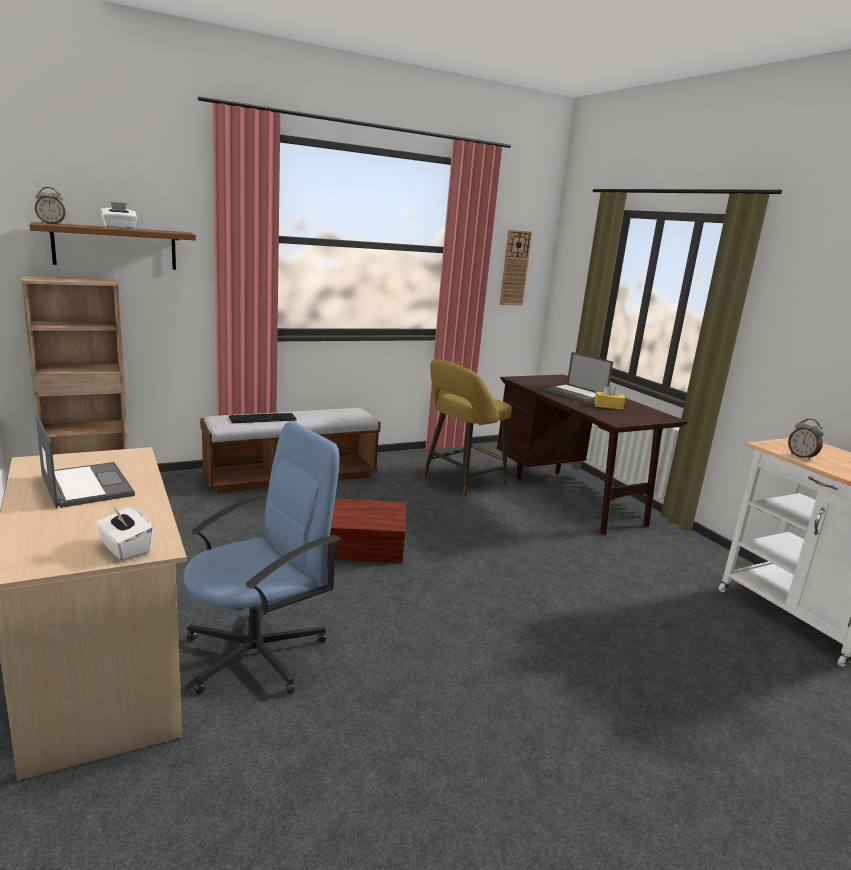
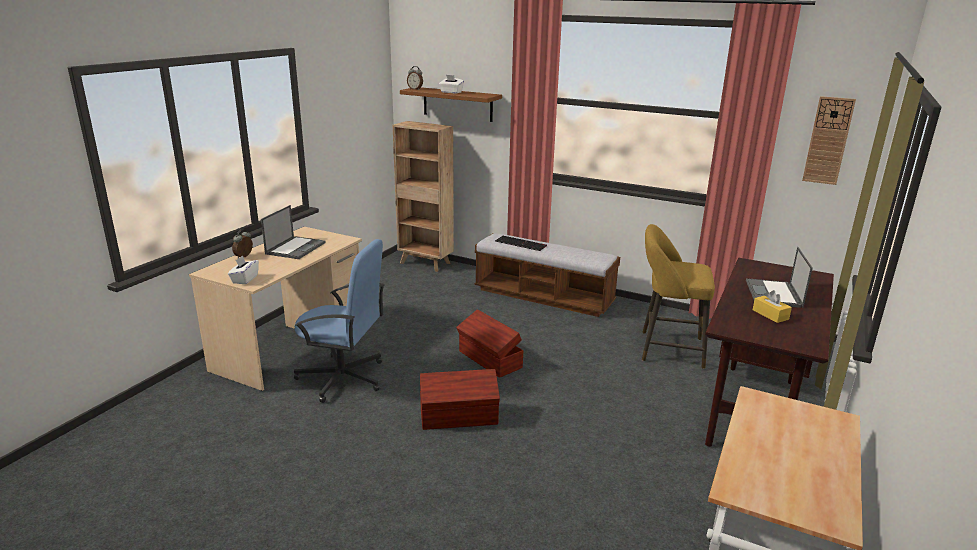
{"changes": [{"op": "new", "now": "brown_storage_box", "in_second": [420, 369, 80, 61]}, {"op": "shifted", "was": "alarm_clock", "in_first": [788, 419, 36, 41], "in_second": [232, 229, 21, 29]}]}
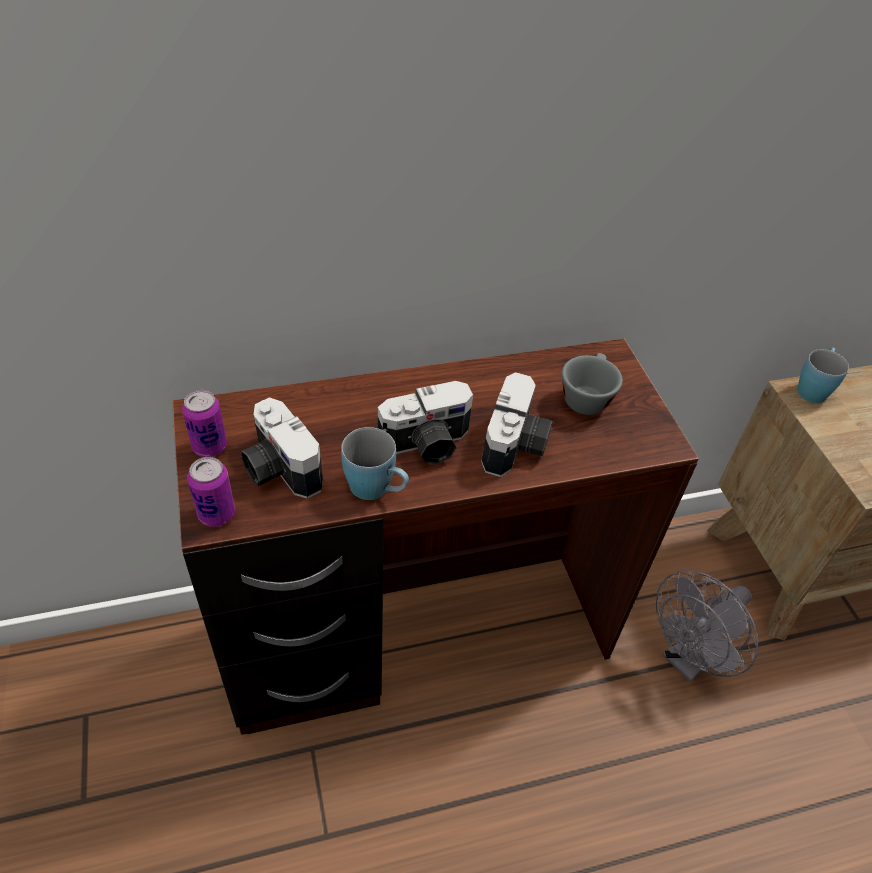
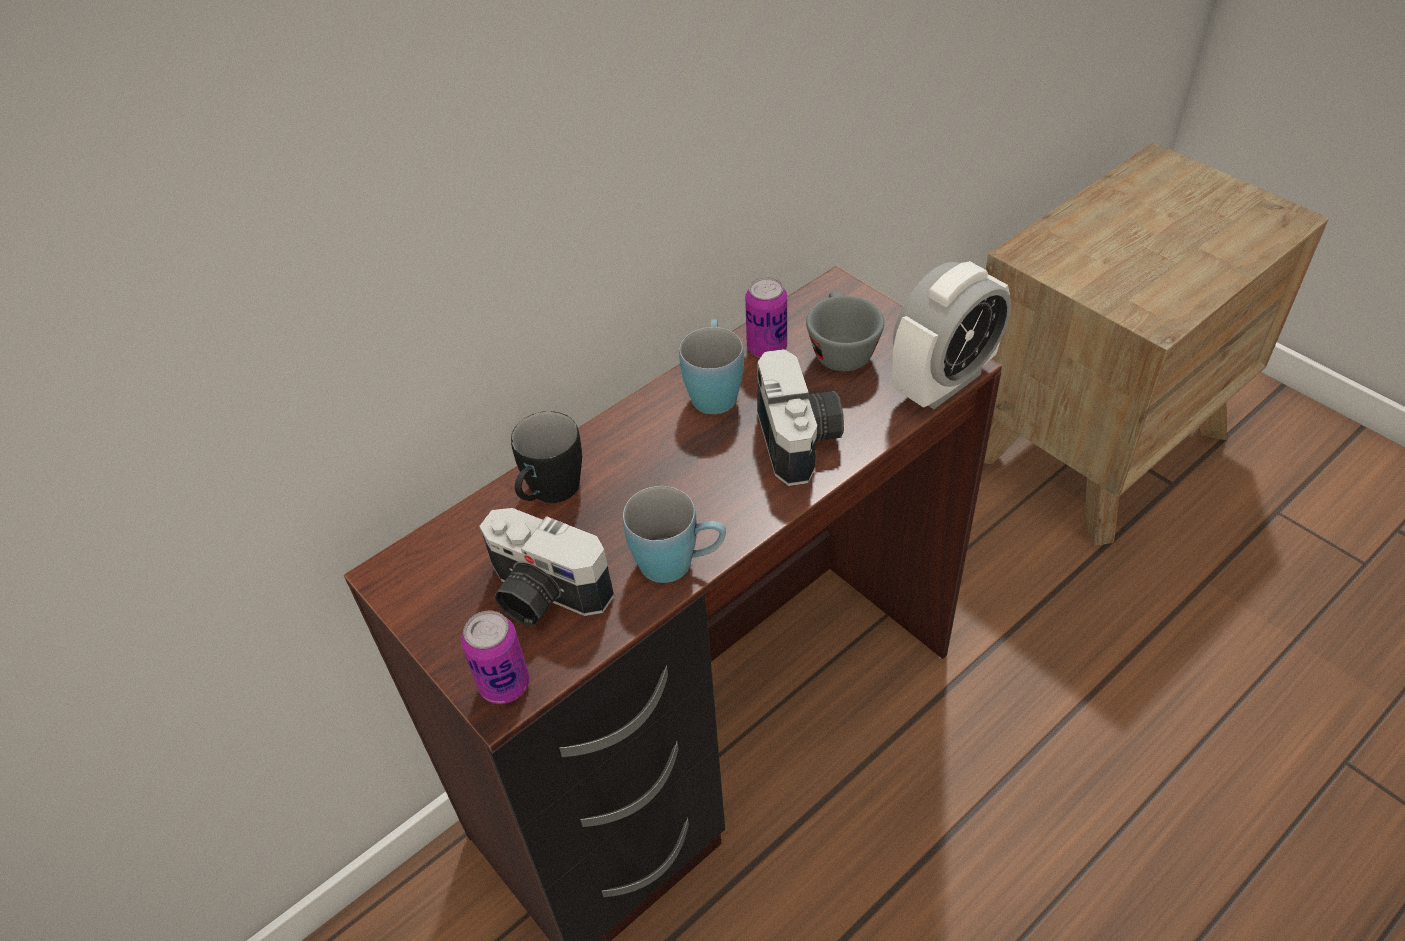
{"changes": [{"op": "gone", "was": "photo_camera", "in_first": [377, 381, 96, 83]}, {"op": "gone", "was": "grey_fan", "in_first": [656, 570, 102, 112]}, {"op": "new", "now": "black_mug", "in_second": [511, 411, 71, 92]}, {"op": "new", "now": "alarm_clock", "in_second": [893, 261, 118, 148]}, {"op": "shifted", "was": "can", "in_first": [182, 390, 45, 67], "in_second": [745, 277, 42, 81]}, {"op": "shifted", "was": "blue_mug", "in_first": [797, 347, 52, 56], "in_second": [679, 319, 65, 95]}]}
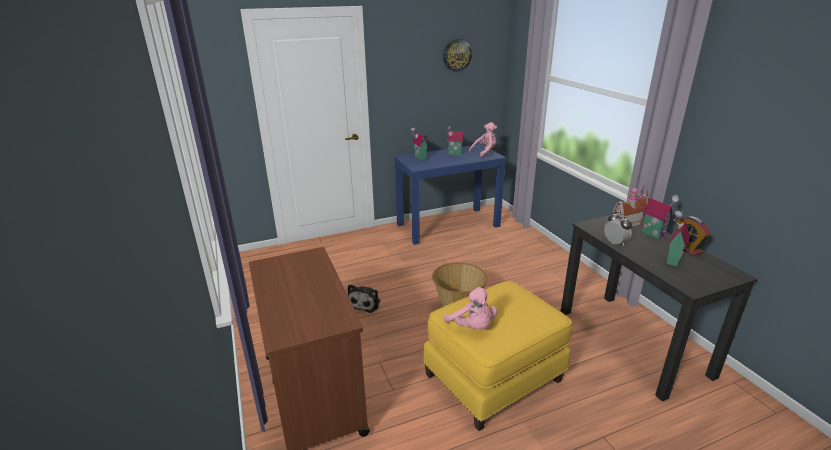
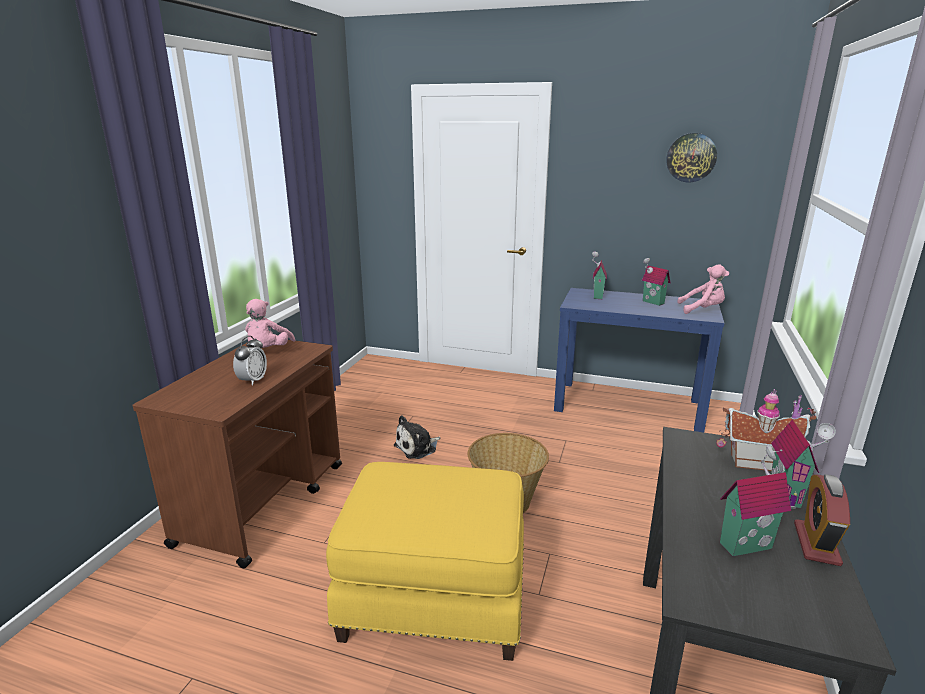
{"changes": [{"op": "shifted", "was": "pink_plush_toy", "in_first": [444, 287, 53, 43], "in_second": [245, 299, 51, 49]}, {"op": "shifted", "was": "alarm_clock", "in_first": [604, 212, 28, 33], "in_second": [233, 336, 34, 50]}]}
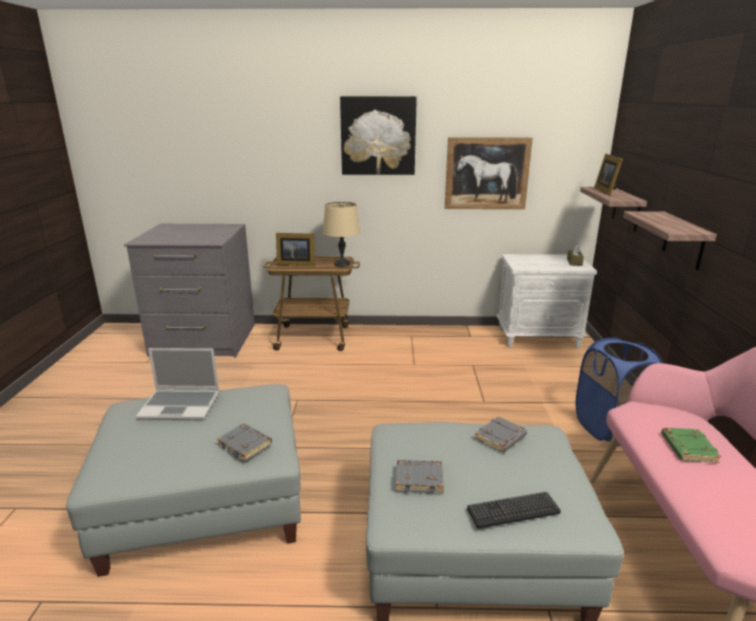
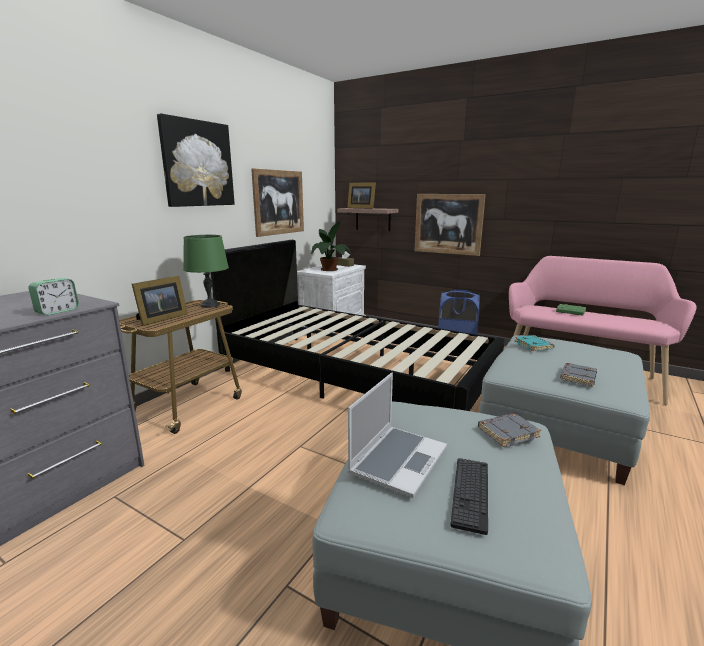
{"changes": [{"op": "new", "now": "alarm_clock", "in_second": [28, 278, 51, 37]}, {"op": "new", "now": "black_bed", "in_second": [211, 240, 294, 171]}, {"op": "new", "now": "potted_plant", "in_second": [311, 222, 41, 49]}, {"op": "shifted", "was": "keyboard", "in_first": [467, 492, 94, 37], "in_second": [450, 458, 38, 77]}, {"op": "swapped", "was": "shelf", "now": "picture", "in_first": [623, 211, 94, 59], "in_second": [415, 194, 71, 62]}, {"op": "repainted", "was": "beige_table_lamp", "now": "green_table_lamp", "in_first": [323, 202, 37, 65], "in_second": [183, 235, 46, 73]}, {"op": "repainted", "was": "grey_book", "now": "turquoise_book", "in_first": [475, 416, 52, 37], "in_second": [515, 335, 40, 16]}]}
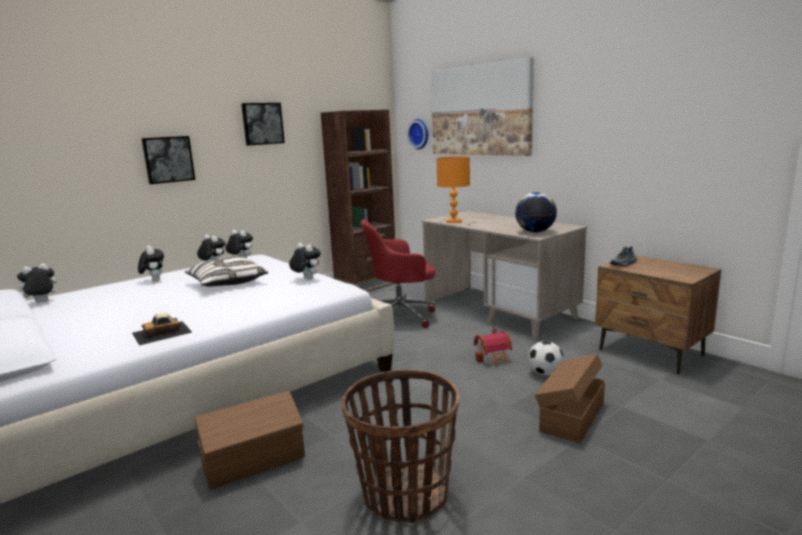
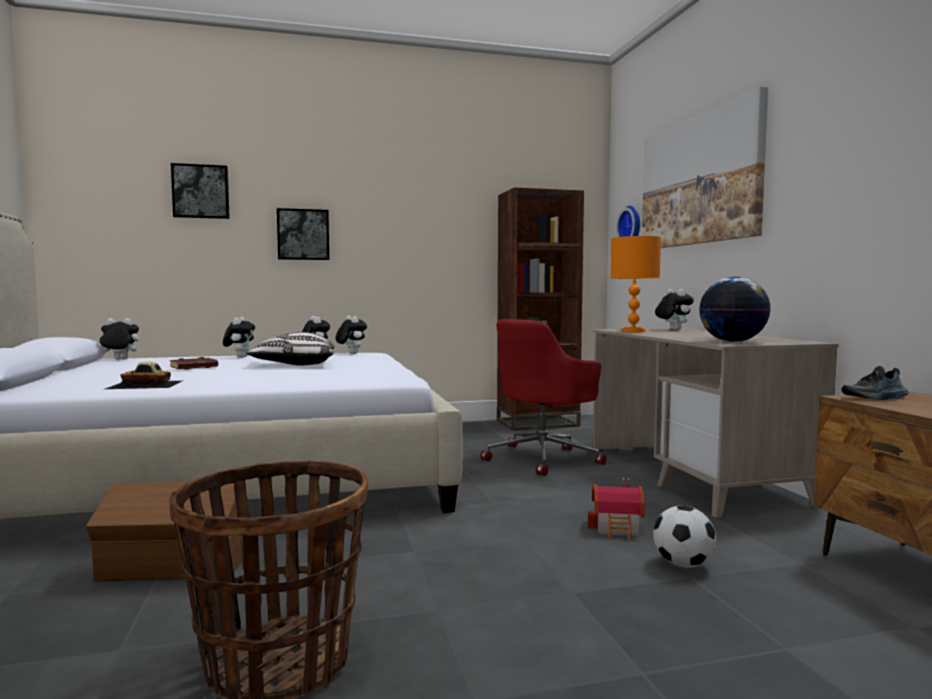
{"changes": [{"op": "gone", "was": "brown_storage_box", "in_first": [535, 354, 70, 89]}, {"op": "new", "now": "brown_book", "in_second": [170, 357, 48, 13]}, {"op": "shifted", "was": "picture", "in_first": [241, 103, 44, 42], "in_second": [171, 163, 59, 56]}, {"op": "shifted", "was": "plush_toy", "in_first": [289, 243, 32, 37], "in_second": [655, 289, 39, 41]}, {"op": "rotated", "was": "red_office_chair", "in_first": [361, 219, 74, 109], "in_second": [480, 319, 127, 157], "clockwise": -60}]}
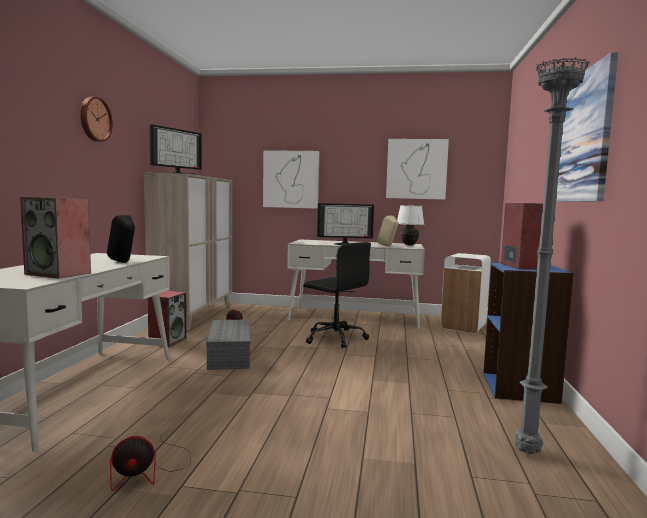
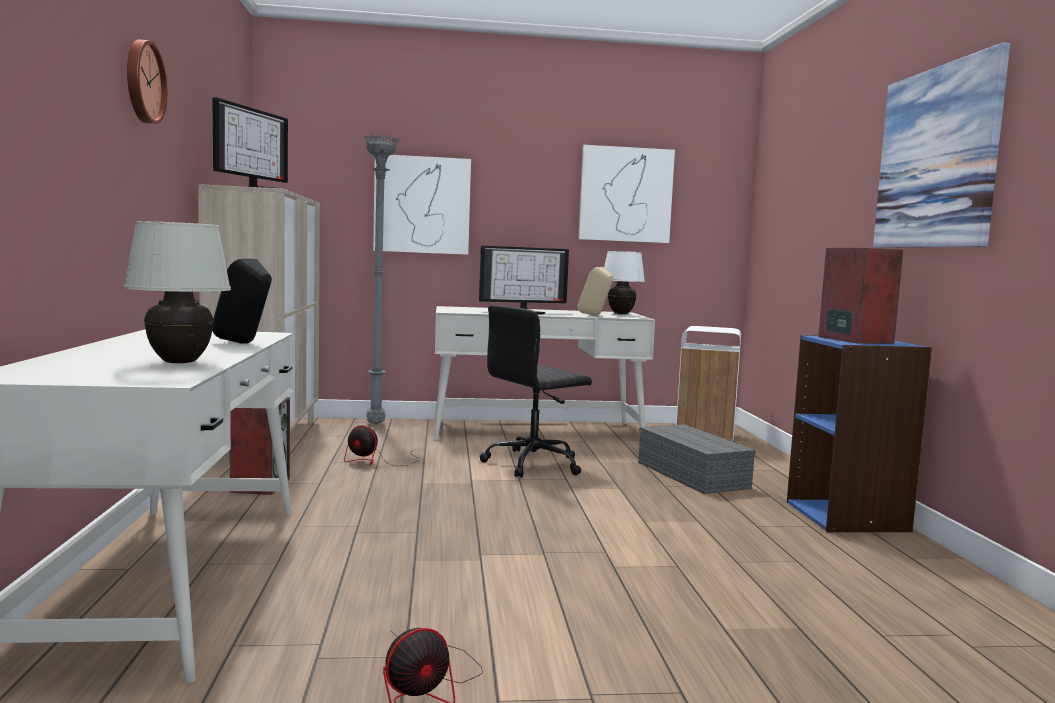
{"changes": [{"op": "shifted", "was": "grey_storage_box", "in_first": [206, 319, 44, 51], "in_second": [638, 424, 118, 70]}, {"op": "shifted", "was": "grey_floor_lamp", "in_first": [515, 57, 75, 397], "in_second": [364, 135, 35, 290]}, {"op": "swapped", "was": "speaker", "now": "white_table_lamp", "in_first": [20, 197, 71, 82], "in_second": [124, 221, 107, 142]}, {"op": "rotated", "was": "black_office_chair", "in_first": [303, 242, 68, 106], "in_second": [480, 305, 112, 173], "clockwise": 120}]}
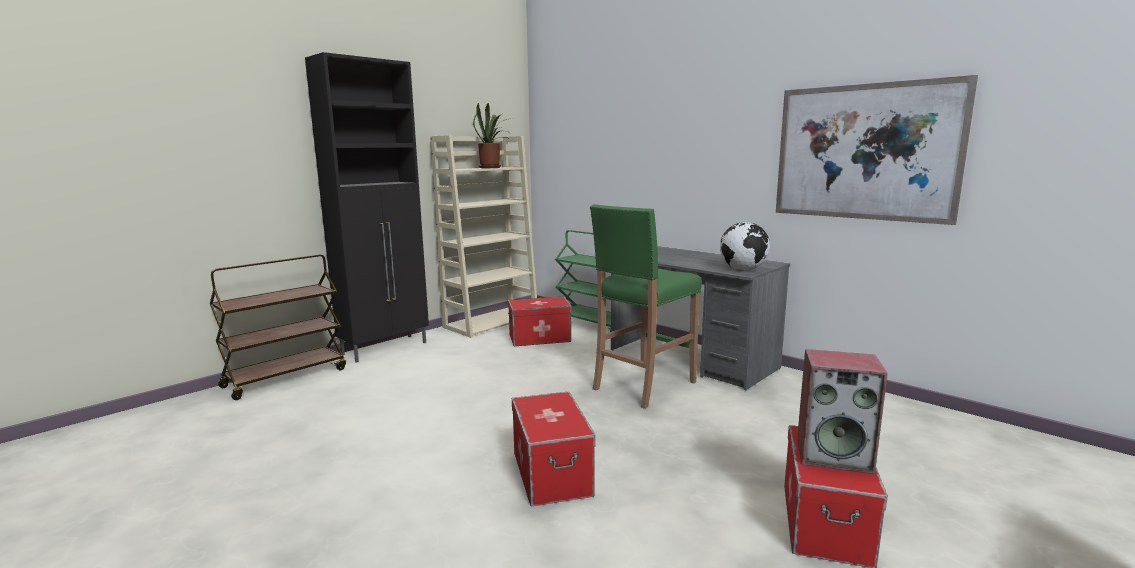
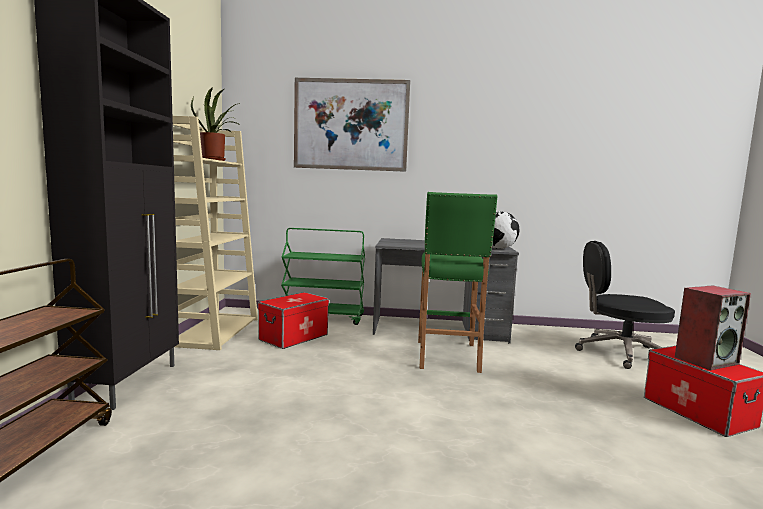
{"changes": [{"op": "gone", "was": "storage_box", "in_first": [512, 392, 84, 114]}, {"op": "new", "now": "black_office_chair", "in_second": [575, 241, 100, 128]}, {"op": "shifted", "was": "picture", "in_first": [776, 75, 202, 150], "in_second": [294, 78, 116, 94]}]}
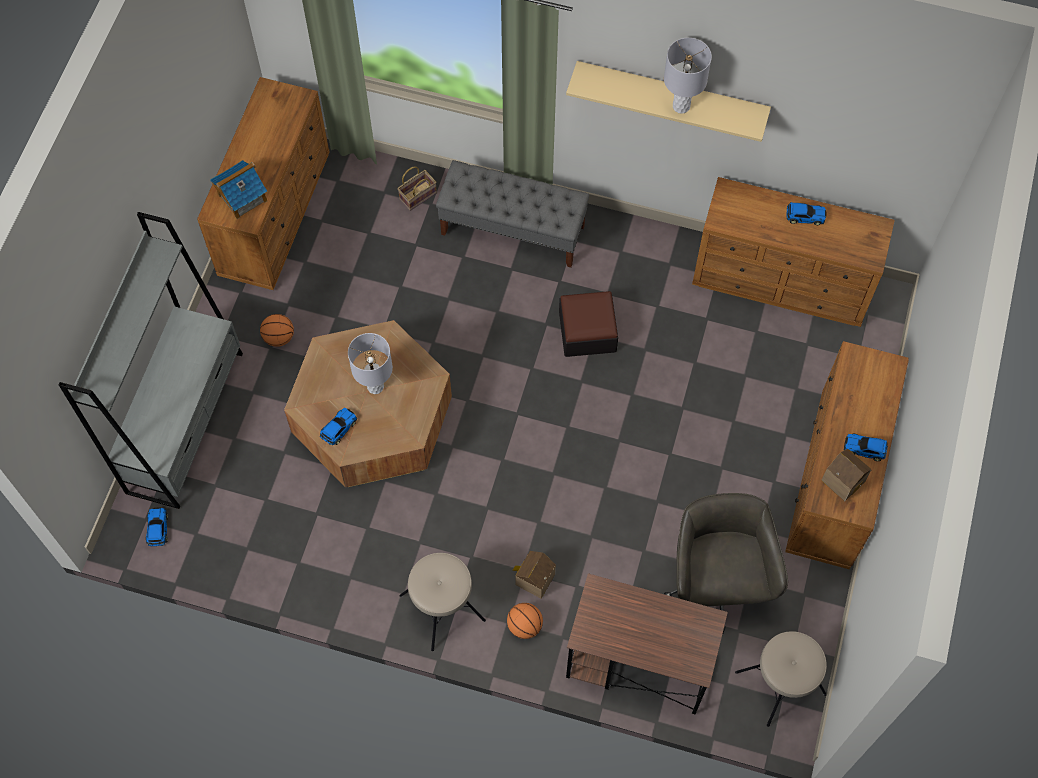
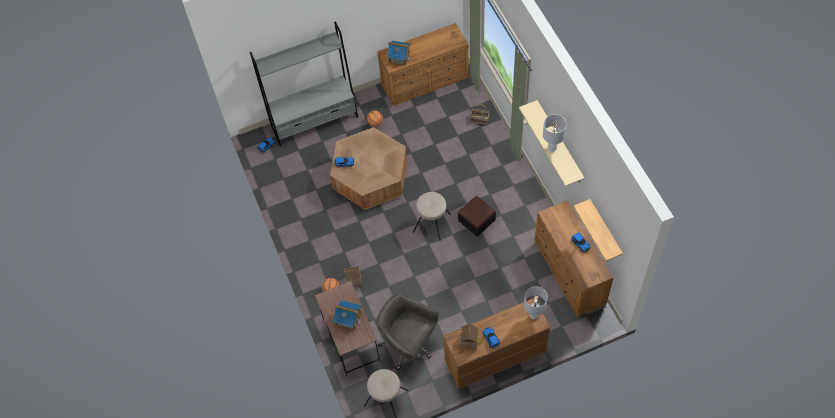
{"changes": [{"op": "gone", "was": "grey_bench", "in_first": [436, 160, 153, 108]}, {"op": "new", "now": "toy_house", "in_second": [333, 300, 29, 30]}, {"op": "new", "now": "shelf", "in_second": [573, 199, 50, 62]}, {"op": "shifted", "was": "grey_table_lamp", "in_first": [348, 333, 45, 61], "in_second": [524, 286, 24, 33]}, {"op": "shifted", "was": "beige_stool", "in_first": [399, 553, 87, 98], "in_second": [413, 192, 38, 49]}, {"op": "rotated", "was": "grey_office_chair", "in_first": [664, 493, 124, 140], "in_second": [376, 294, 62, 76], "clockwise": -105}]}
